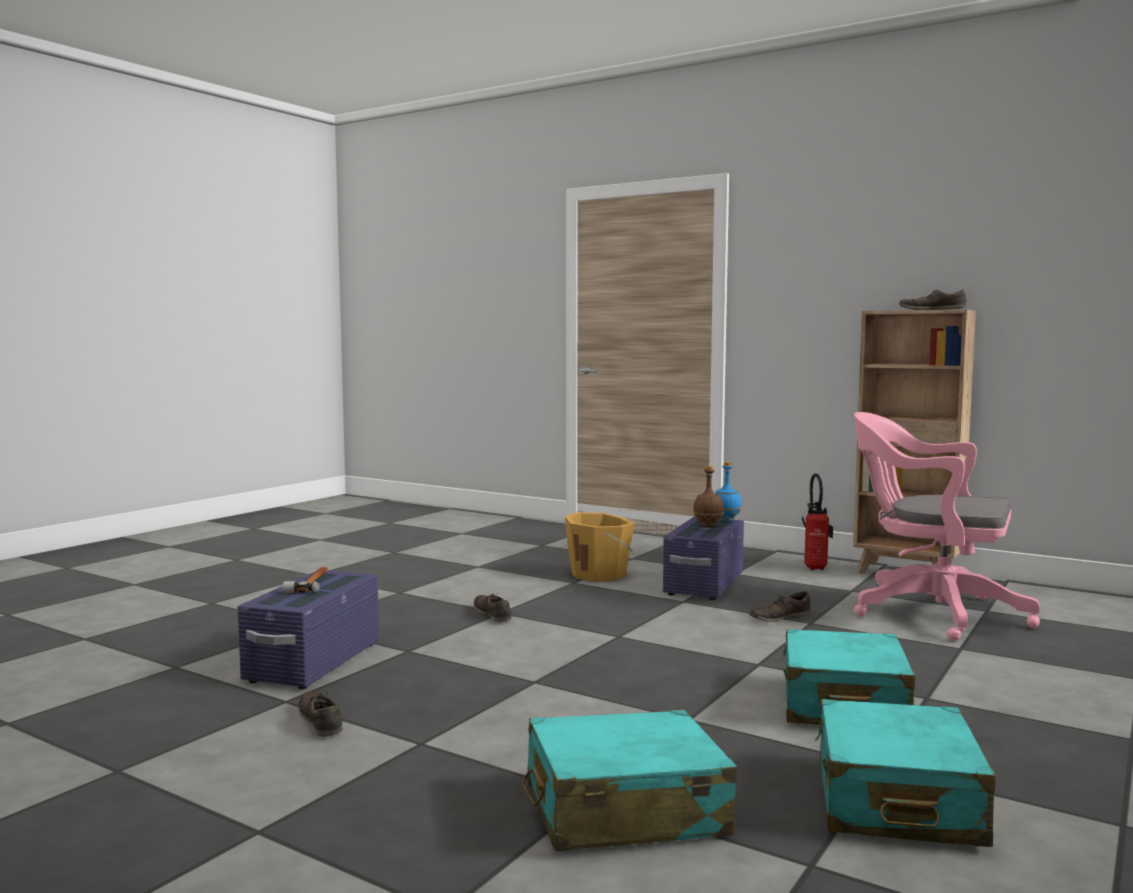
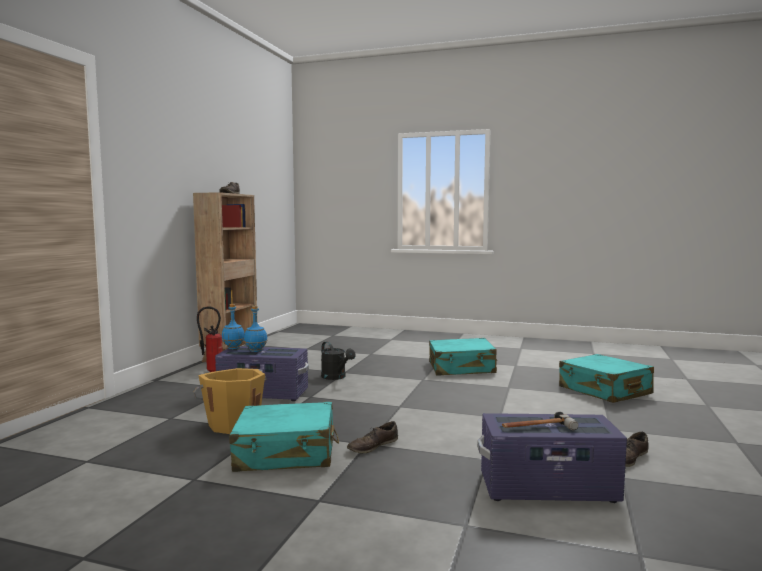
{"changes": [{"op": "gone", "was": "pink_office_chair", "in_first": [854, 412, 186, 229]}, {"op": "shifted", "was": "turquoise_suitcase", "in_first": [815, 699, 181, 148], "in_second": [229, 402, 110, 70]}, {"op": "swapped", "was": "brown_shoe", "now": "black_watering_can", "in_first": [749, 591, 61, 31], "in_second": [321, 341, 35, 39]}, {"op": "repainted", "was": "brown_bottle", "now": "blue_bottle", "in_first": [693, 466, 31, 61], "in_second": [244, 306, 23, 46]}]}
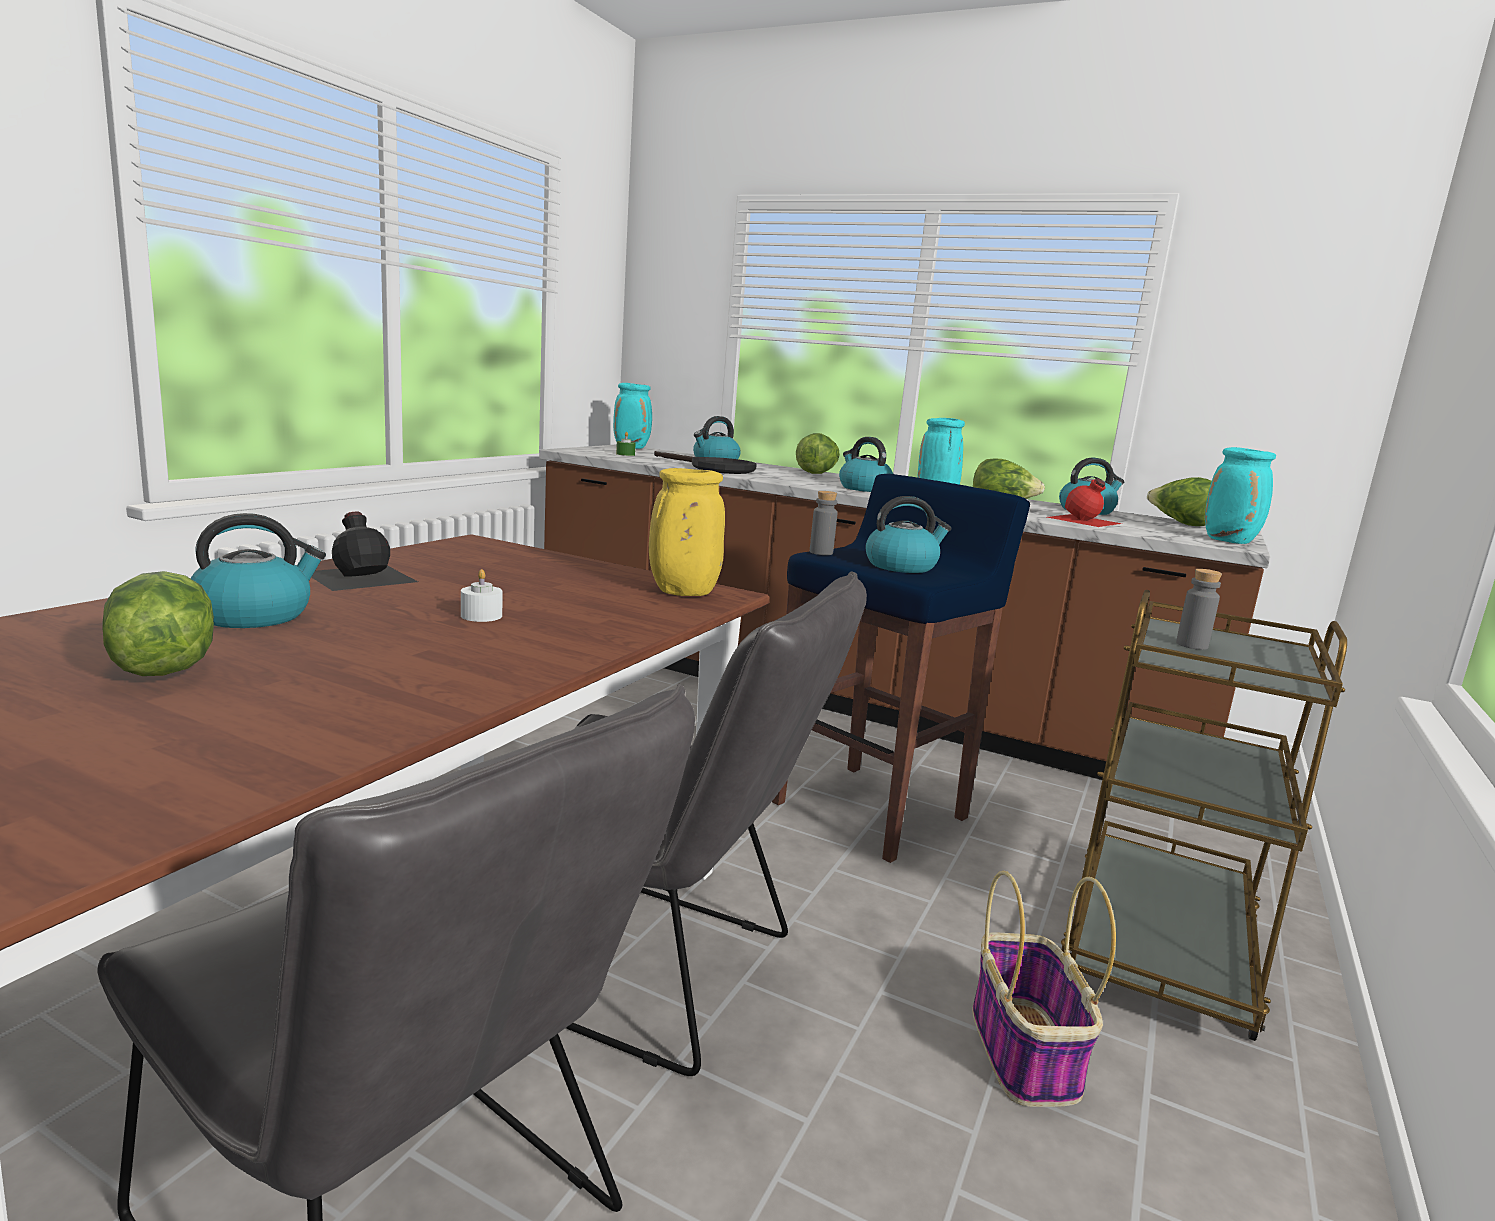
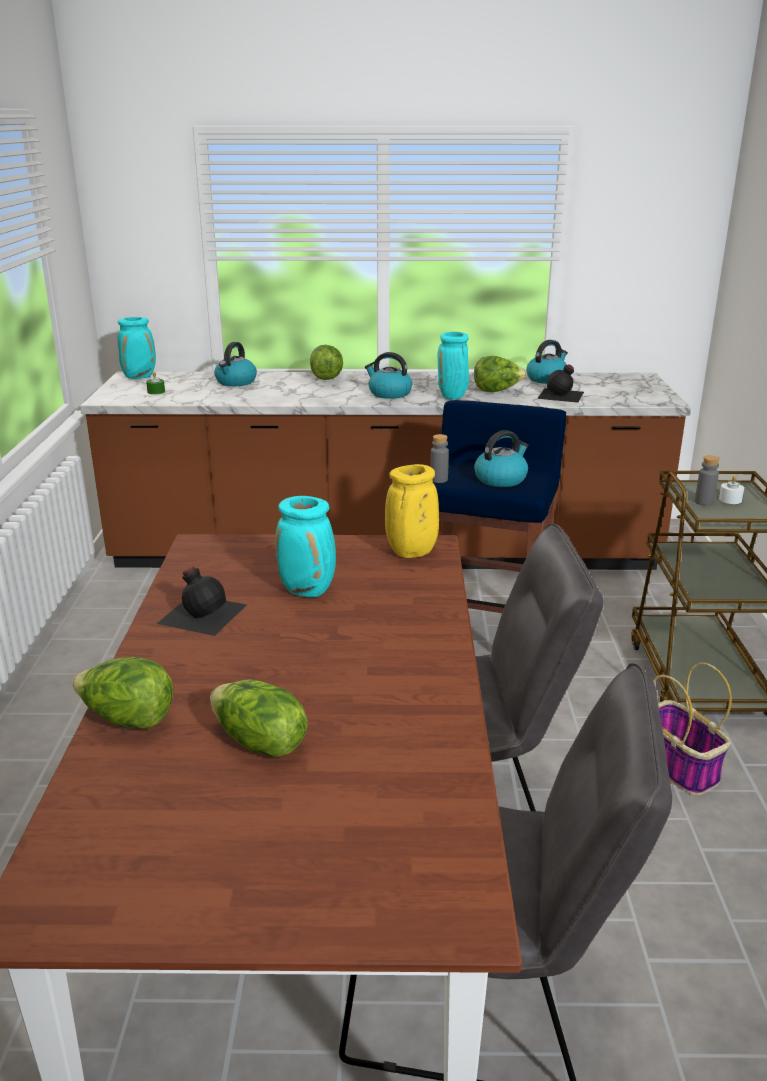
{"changes": [{"op": "gone", "was": "kettle", "in_first": [190, 513, 136, 115]}, {"op": "gone", "was": "black_frying_pan", "in_first": [654, 451, 103, 23]}, {"op": "shifted", "was": "white_candle", "in_first": [461, 569, 42, 53], "in_second": [719, 476, 25, 28]}, {"op": "shifted", "was": "lettuce", "in_first": [1147, 477, 65, 49], "in_second": [72, 657, 101, 72]}, {"op": "shifted", "was": "turquoise_vase", "in_first": [1205, 447, 71, 97], "in_second": [275, 496, 61, 101]}, {"op": "repainted", "was": "red_bottle", "now": "black_bottle", "in_first": [1047, 478, 75, 49], "in_second": [537, 364, 47, 39]}]}
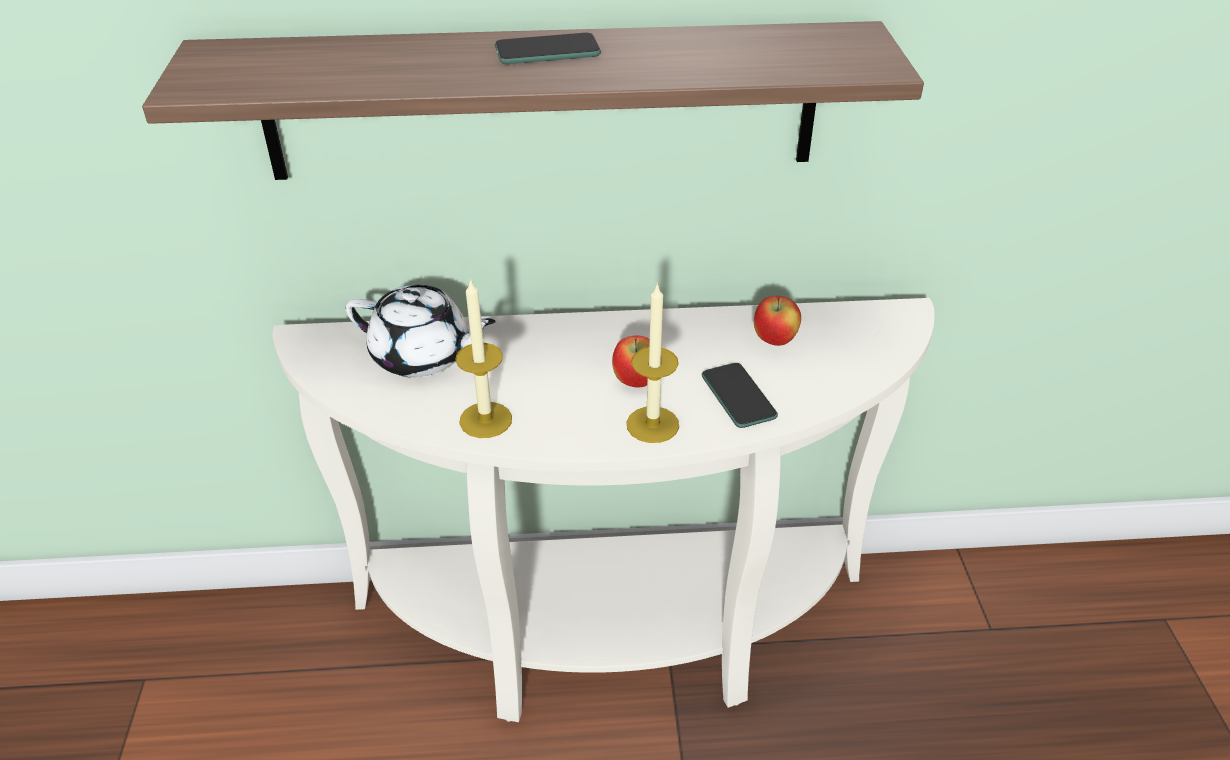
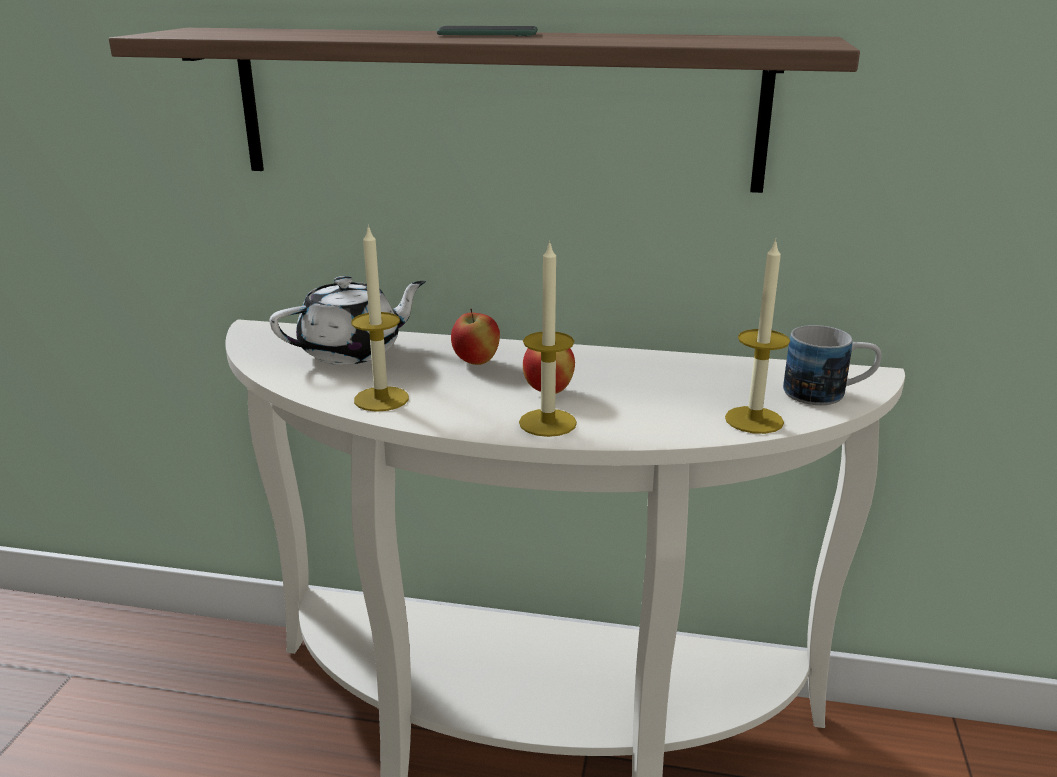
{"changes": [{"op": "gone", "was": "phone", "in_first": [702, 363, 76, 65]}, {"op": "new", "now": "candle", "in_second": [725, 238, 65, 196]}, {"op": "new", "now": "mug", "in_second": [783, 325, 99, 80]}, {"op": "shifted", "was": "apple", "in_first": [754, 296, 47, 50], "in_second": [451, 309, 49, 56]}, {"op": "rotated", "was": "white_teapot", "in_first": [345, 285, 151, 93], "in_second": [270, 276, 156, 89], "clockwise": -60}]}
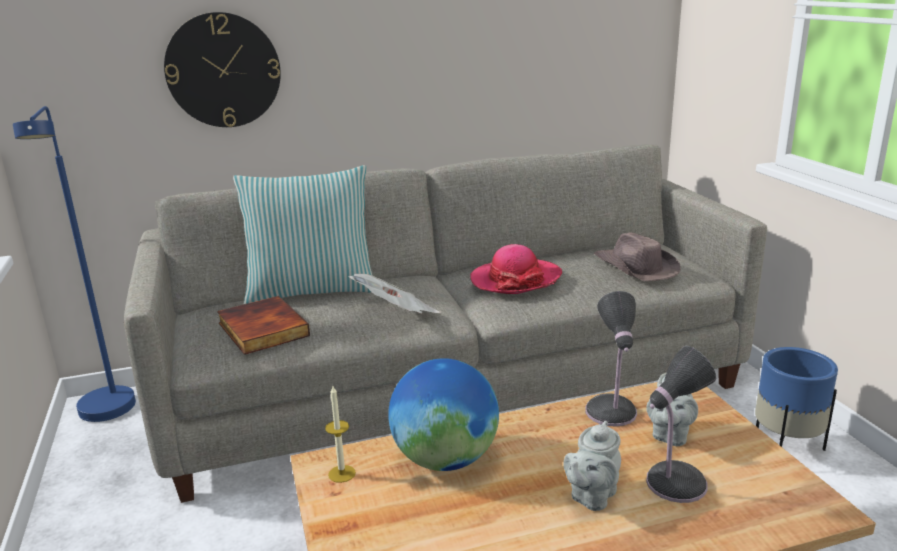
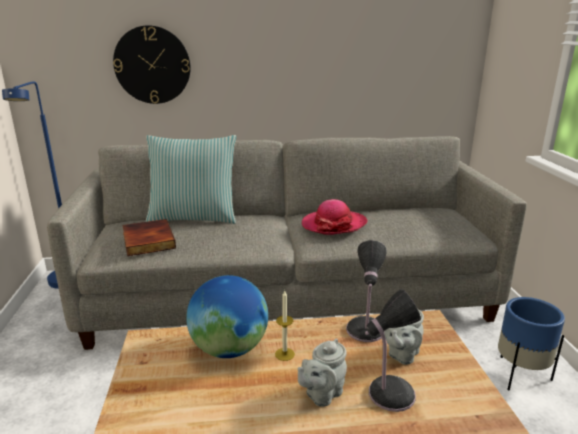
{"changes": [{"op": "gone", "was": "newspaper", "in_first": [348, 274, 93, 39]}, {"op": "gone", "was": "brown_hat", "in_first": [594, 232, 87, 49]}, {"op": "shifted", "was": "candle", "in_first": [325, 386, 31, 97], "in_second": [275, 291, 20, 70]}]}
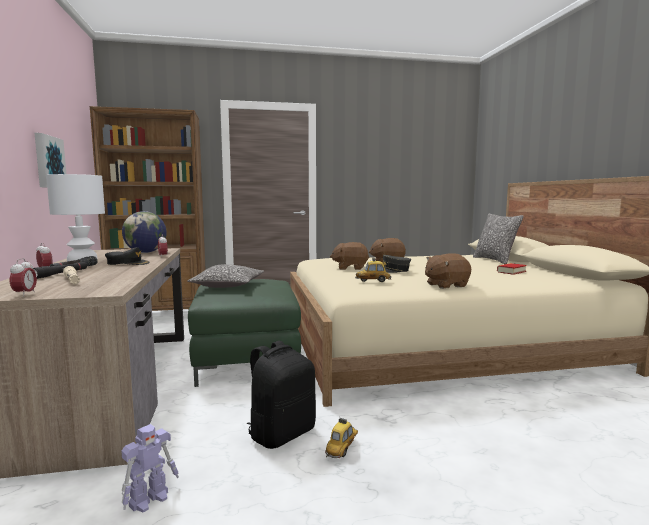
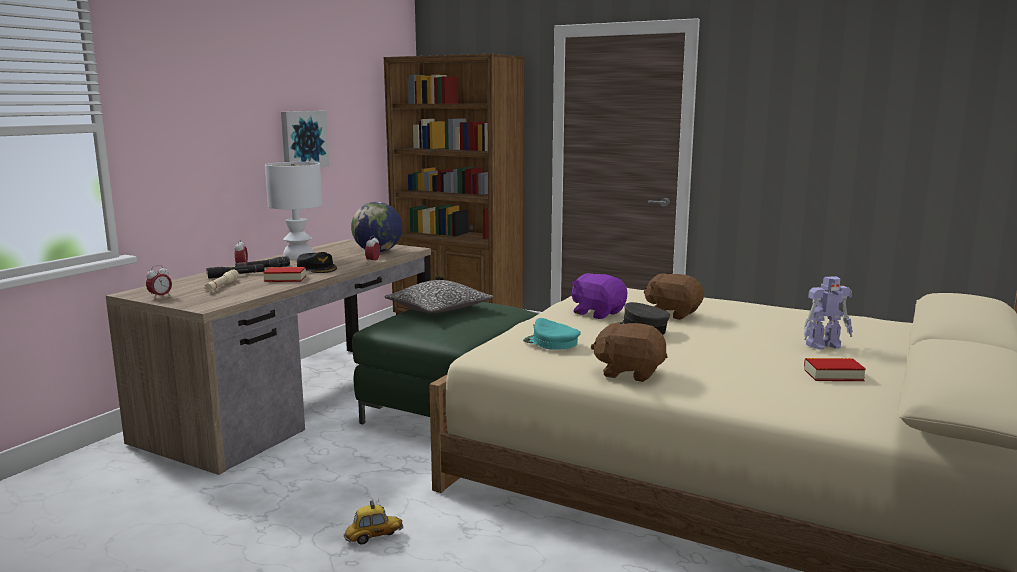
{"changes": [{"op": "gone", "was": "black_backpack", "in_first": [247, 341, 69, 108]}, {"op": "gone", "was": "pillow", "in_first": [473, 214, 51, 50]}, {"op": "new", "now": "book", "in_second": [264, 267, 42, 15]}, {"op": "shifted", "was": "toy_robot", "in_first": [121, 424, 58, 89], "in_second": [804, 276, 49, 74]}, {"op": "swapped", "was": "toy_car", "now": "turquoise_cap", "in_first": [355, 258, 37, 24], "in_second": [523, 318, 58, 32]}, {"op": "repainted", "was": "brown_plush_toy", "now": "purple_plush_toy", "in_first": [330, 242, 39, 28], "in_second": [571, 273, 56, 46]}]}
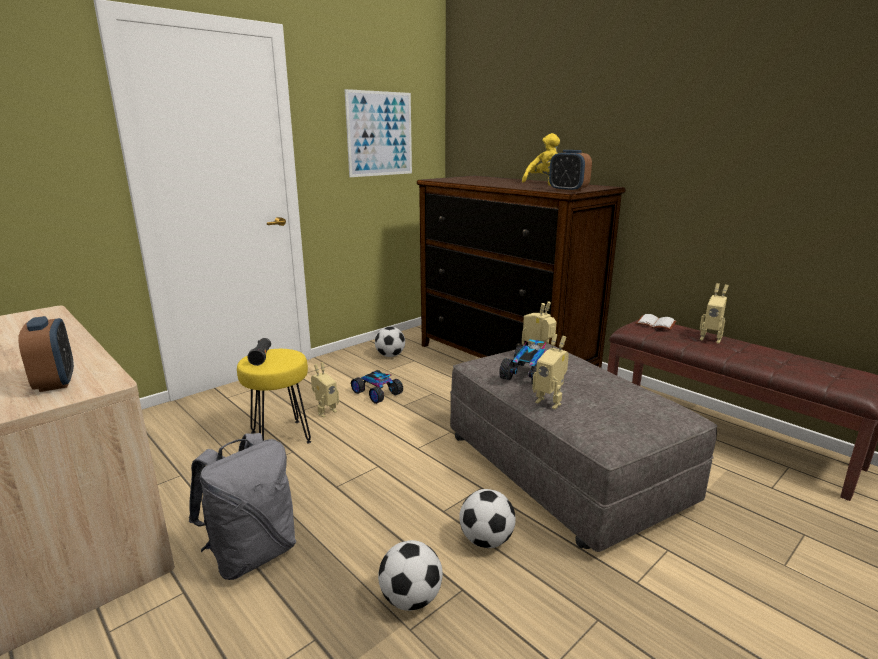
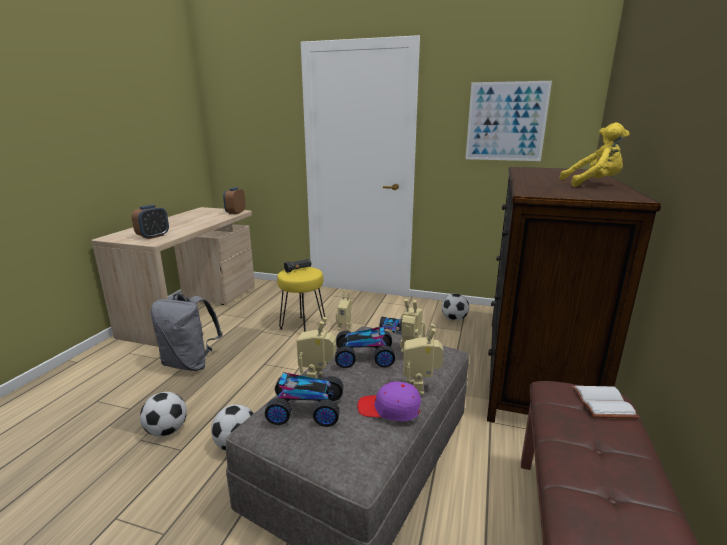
{"changes": [{"op": "new", "now": "toy_car", "in_second": [264, 372, 80, 55]}, {"op": "new", "now": "purple_cap", "in_second": [357, 381, 64, 40]}, {"op": "shifted", "was": "alarm_clock", "in_first": [549, 150, 43, 42], "in_second": [223, 187, 23, 27]}, {"op": "shifted", "was": "toy_robot", "in_first": [700, 283, 29, 60], "in_second": [403, 324, 41, 71]}]}
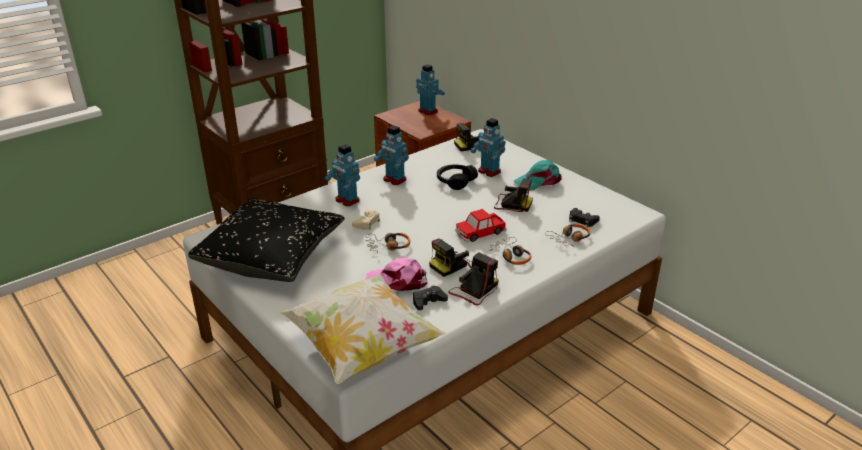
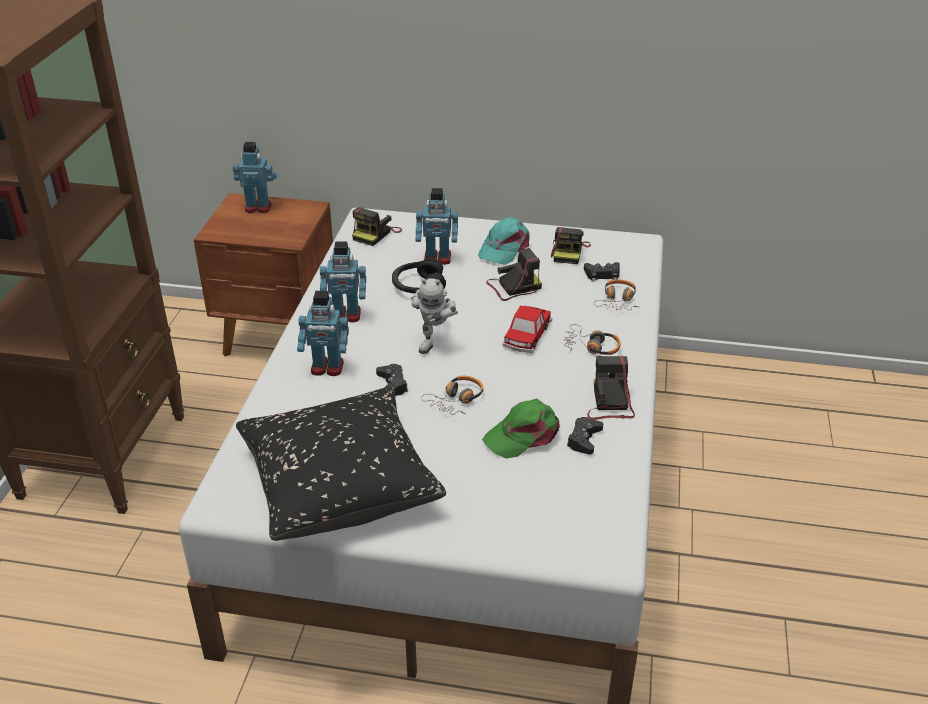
{"changes": [{"op": "gone", "was": "pillow", "in_first": [279, 274, 167, 110]}, {"op": "new", "now": "toy_robot", "in_second": [411, 278, 47, 76]}, {"op": "shifted", "was": "photo_camera", "in_first": [429, 239, 43, 38], "in_second": [551, 227, 40, 37]}, {"op": "repainted", "was": "beige_game_controller", "now": "black_game_controller", "in_first": [352, 210, 28, 20], "in_second": [376, 364, 32, 32]}, {"op": "repainted", "was": "pink_cap", "now": "green_cap", "in_first": [366, 257, 62, 34], "in_second": [482, 398, 78, 61]}]}
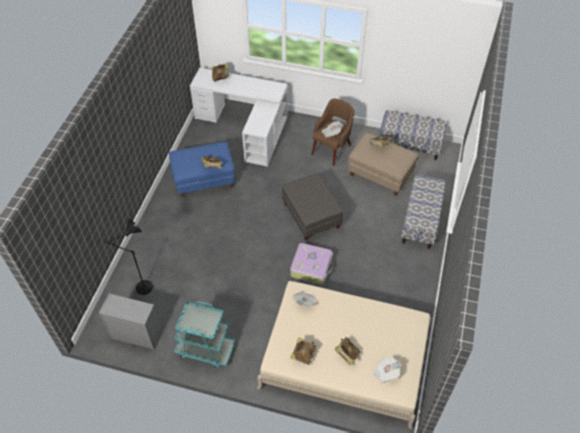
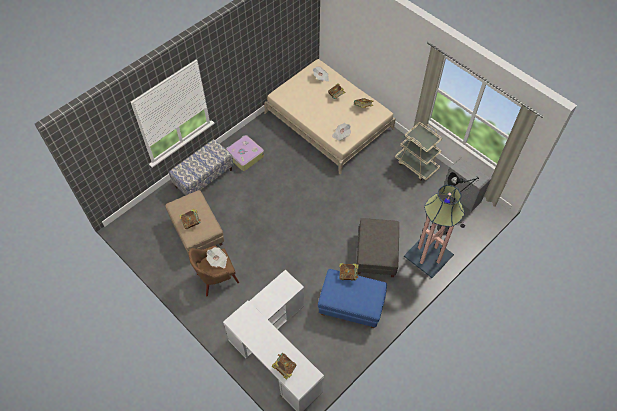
{"changes": [{"op": "gone", "was": "bench", "in_first": [380, 110, 66, 50]}, {"op": "new", "now": "floor_lamp", "in_second": [404, 185, 61, 93]}, {"op": "shifted", "was": "grey_ottoman", "in_first": [282, 173, 61, 68], "in_second": [357, 218, 42, 59]}, {"op": "shifted", "was": "suitcase", "in_first": [290, 243, 44, 42], "in_second": [226, 135, 38, 36]}, {"op": "repainted", "was": "turquoise_cart", "now": "beige_cart", "in_first": [174, 301, 62, 66], "in_second": [395, 122, 47, 59]}]}
